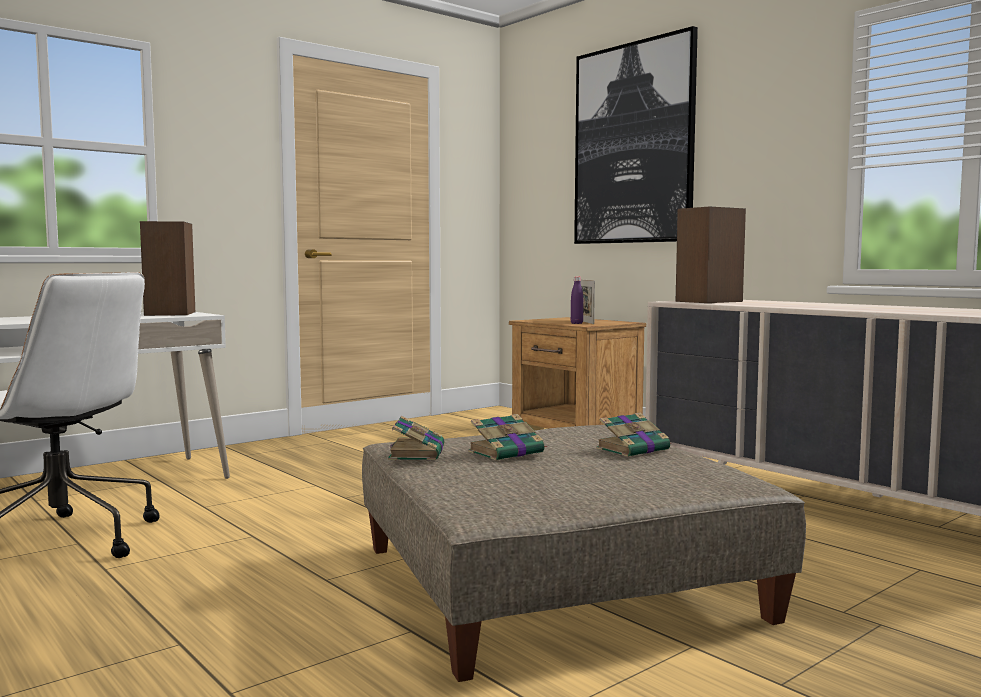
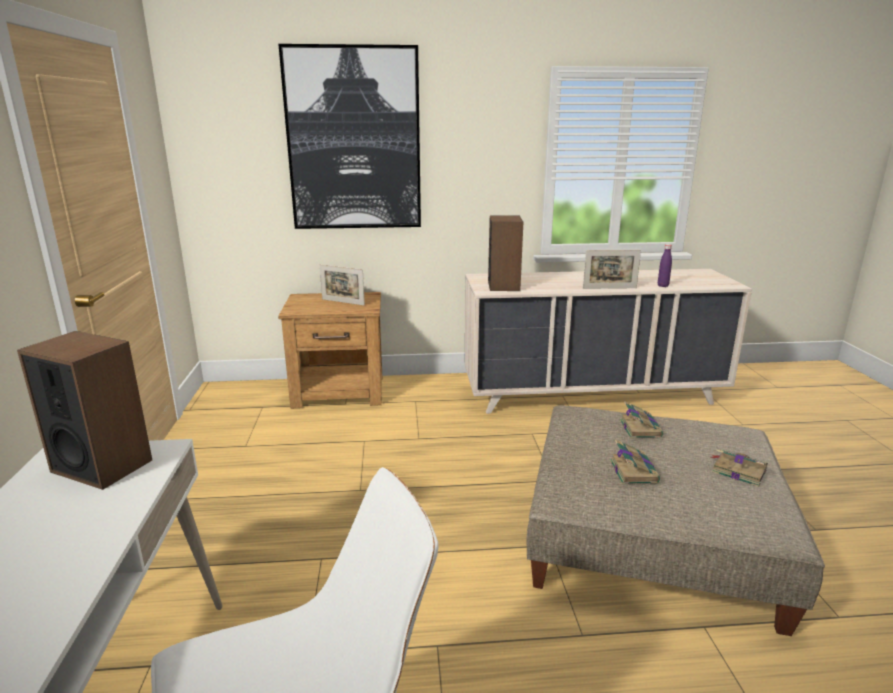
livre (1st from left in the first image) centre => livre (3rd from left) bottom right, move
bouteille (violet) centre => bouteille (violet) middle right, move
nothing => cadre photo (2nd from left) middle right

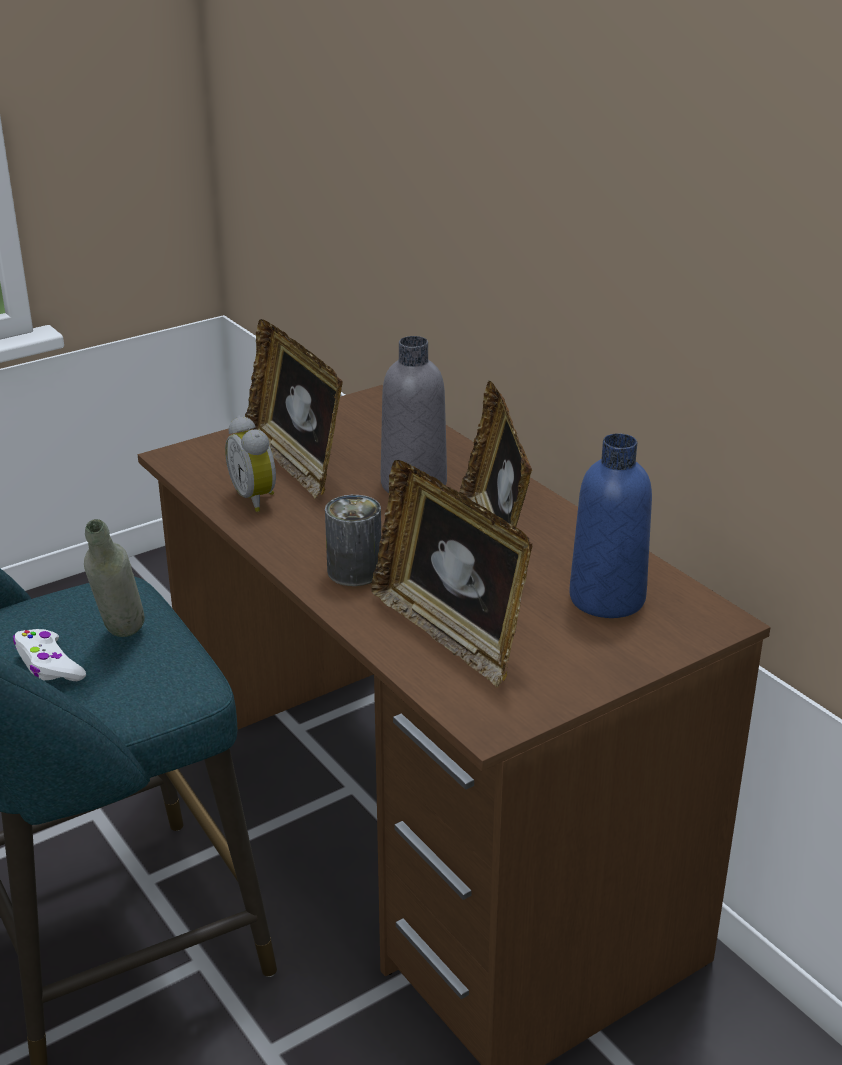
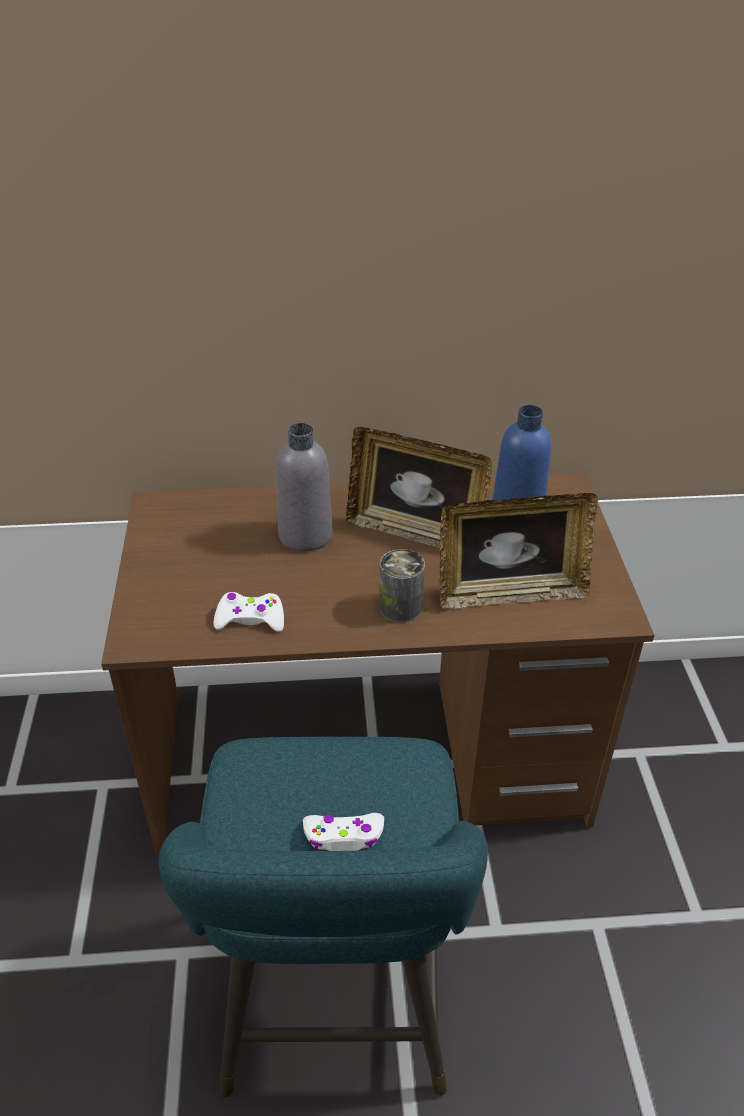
bouteille (gris) (1st from left) middle left => nothing
réveil middle left => manette (blanc) (1st from left) centre
cadre photo (1st from left) centre => nothing

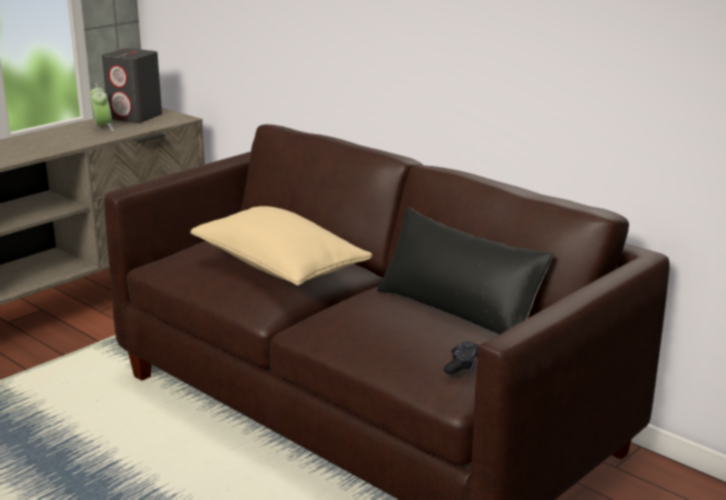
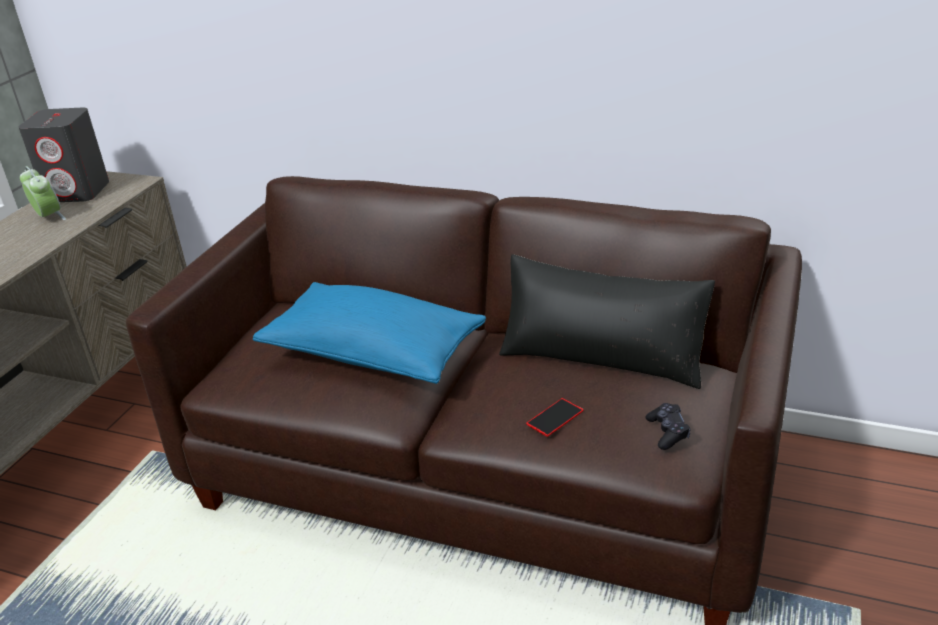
coussin (beige) centre => coussin (bleu) centre
nothing => téléphone bottom centre

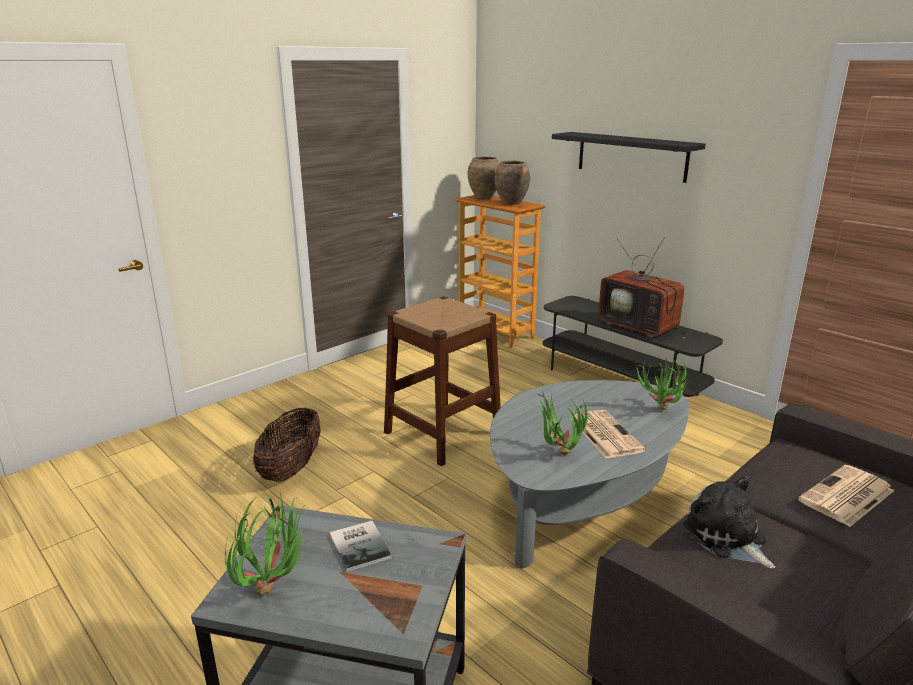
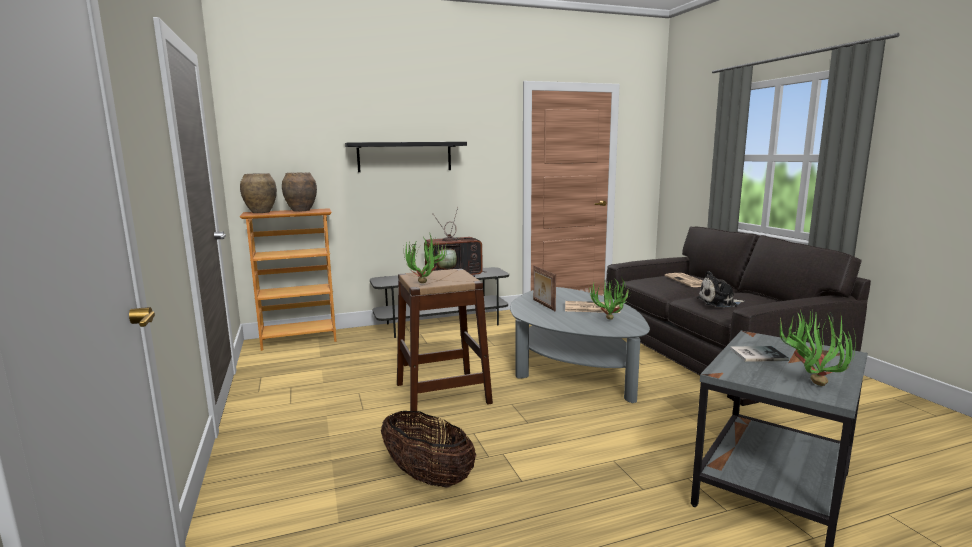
plante en pot (3rd from left in the first image) middle right => plante en pot (1st from left) centre, move
nothing => cadre photo centre

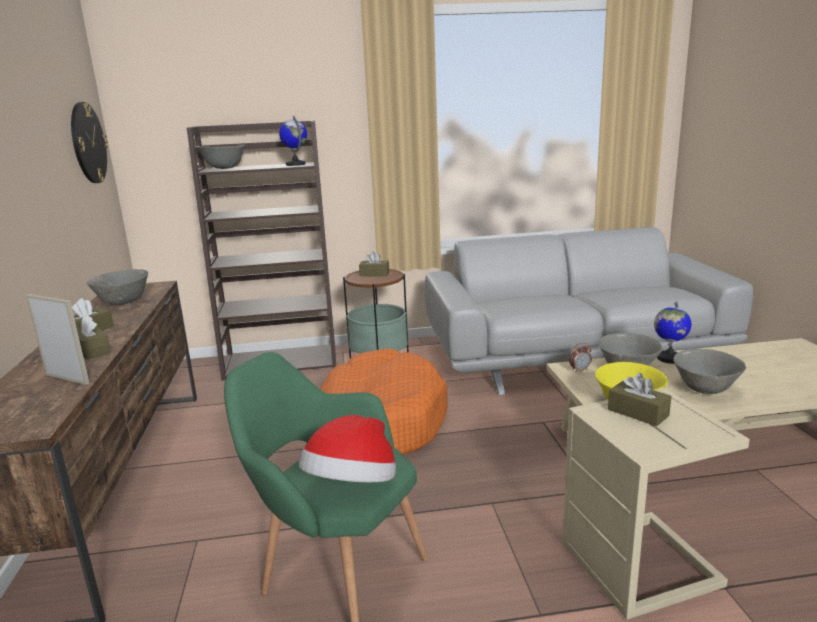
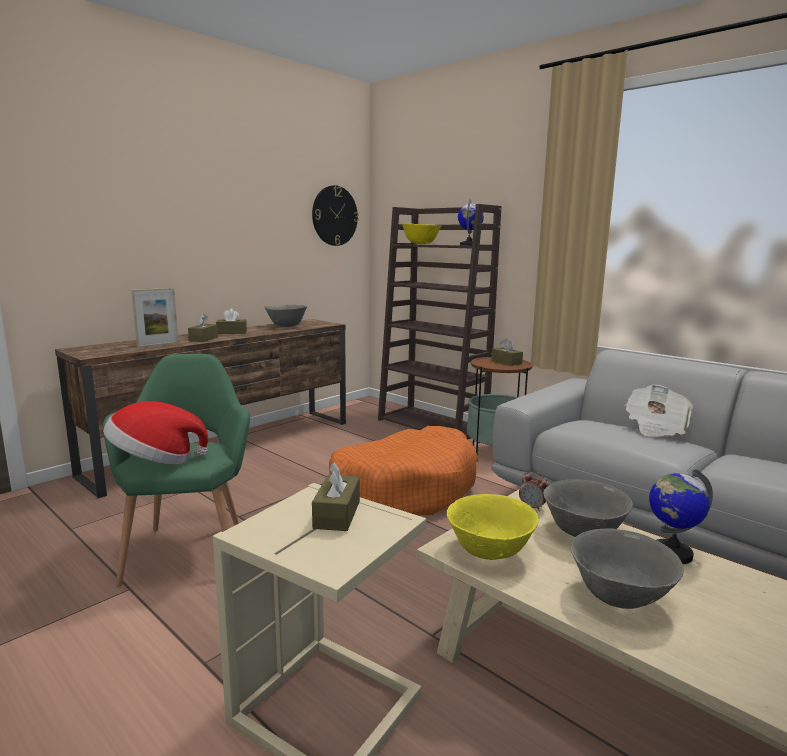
cadre photo middle left, 60 degrees clockwise
bol (gris) (2nd from left) top left => bol (jaune) (1st from left) top centre
nothing => journal middle right

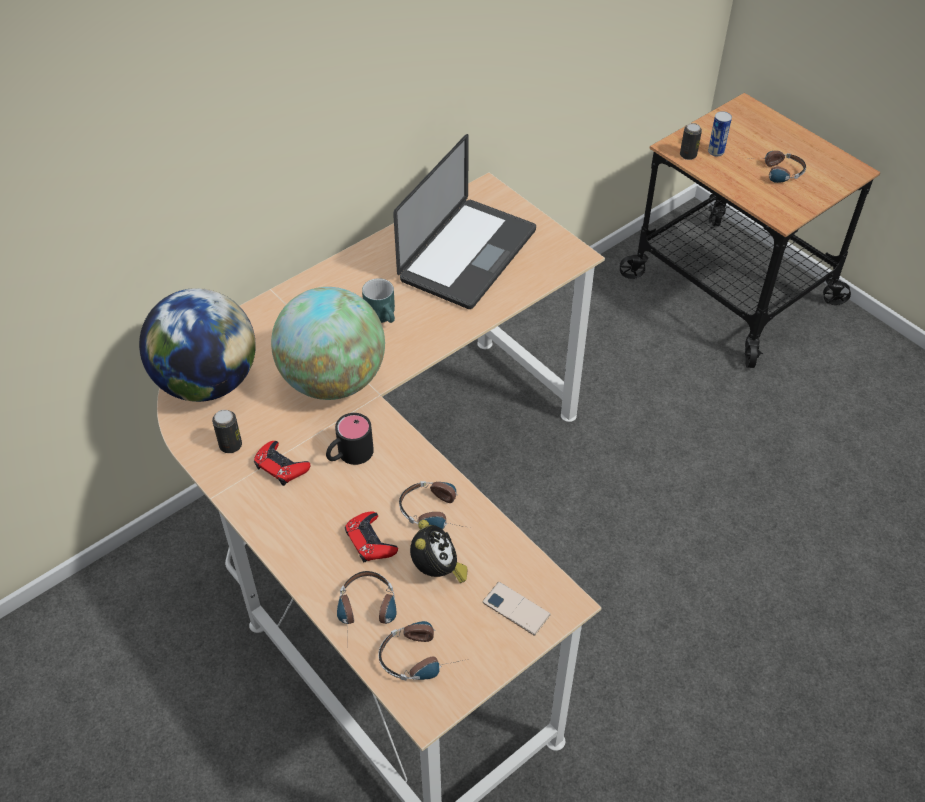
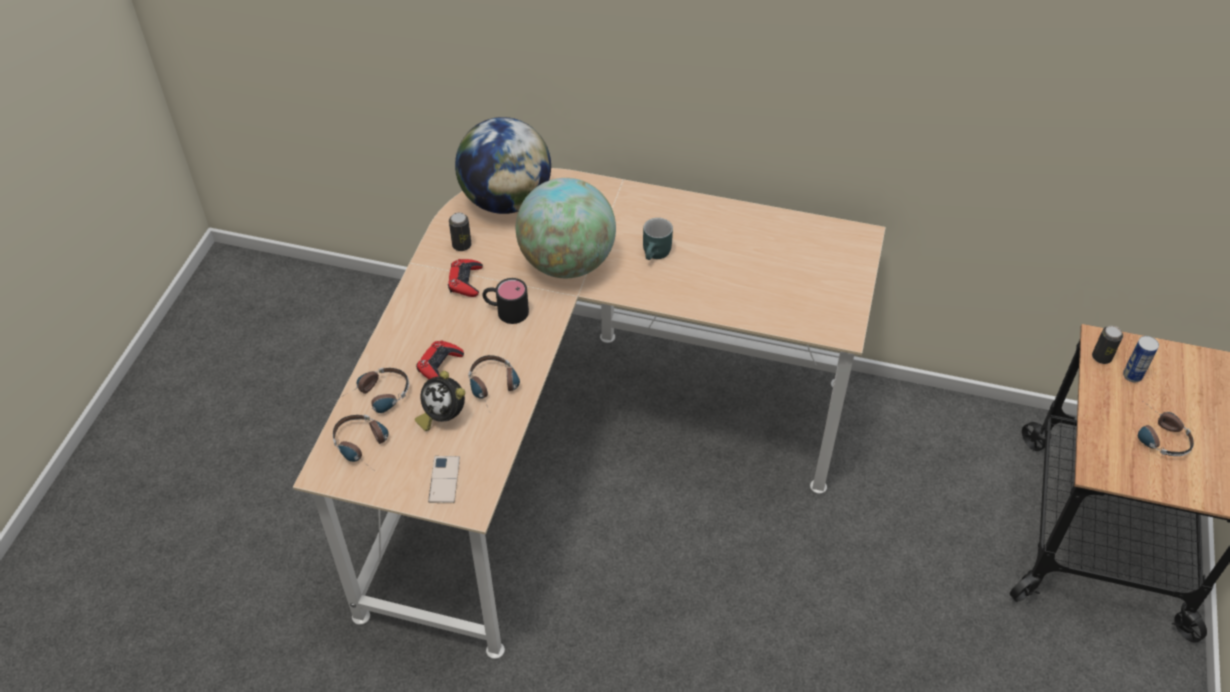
ordinateur portable top centre => nothing
réveil bottom centre => réveil centre, 75 degrees clockwise

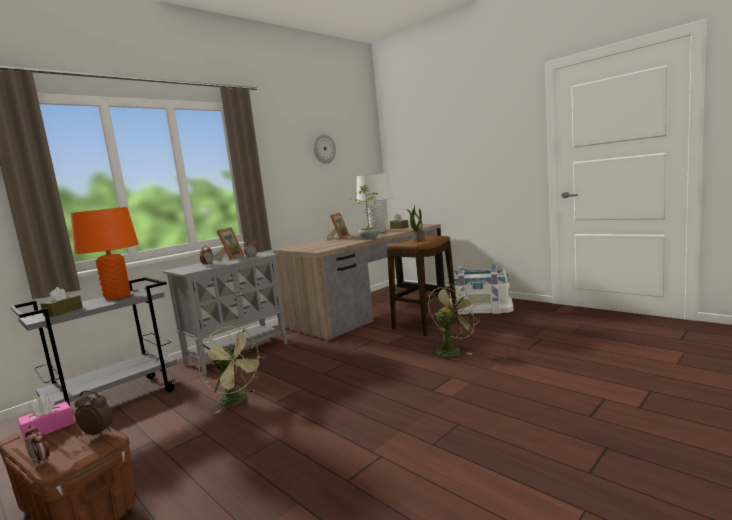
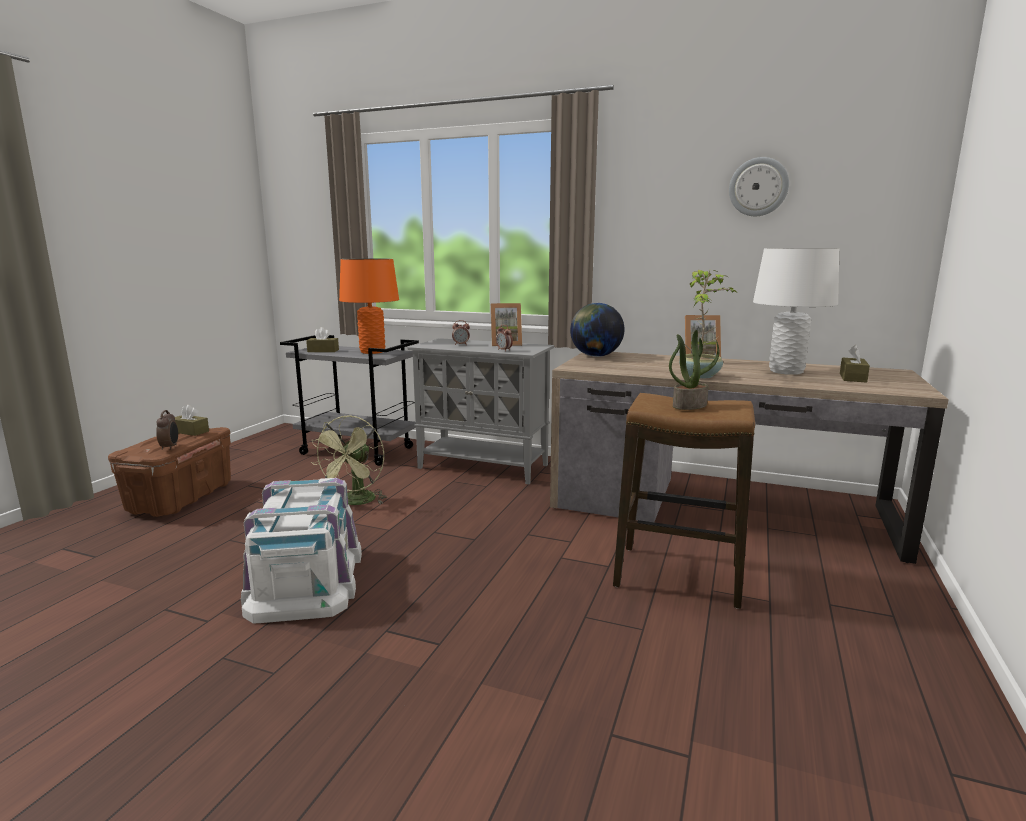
boîte à mouchoirs (rose) bottom left => boîte à mouchoirs (marron) (1st from left) middle left
réveil (1st from left) bottom left => nothing
ventilateur (vert) (2nd from left) centre => nothing
boîte de rangement (blanc) centre => boîte de rangement (blanc) bottom left, move
nothing => globe centre

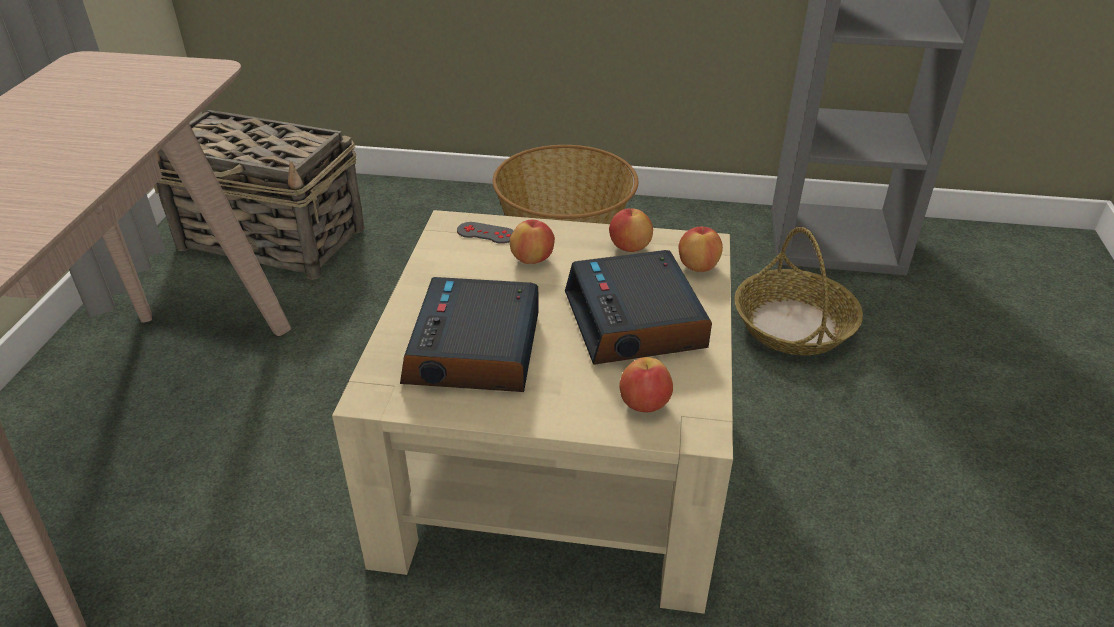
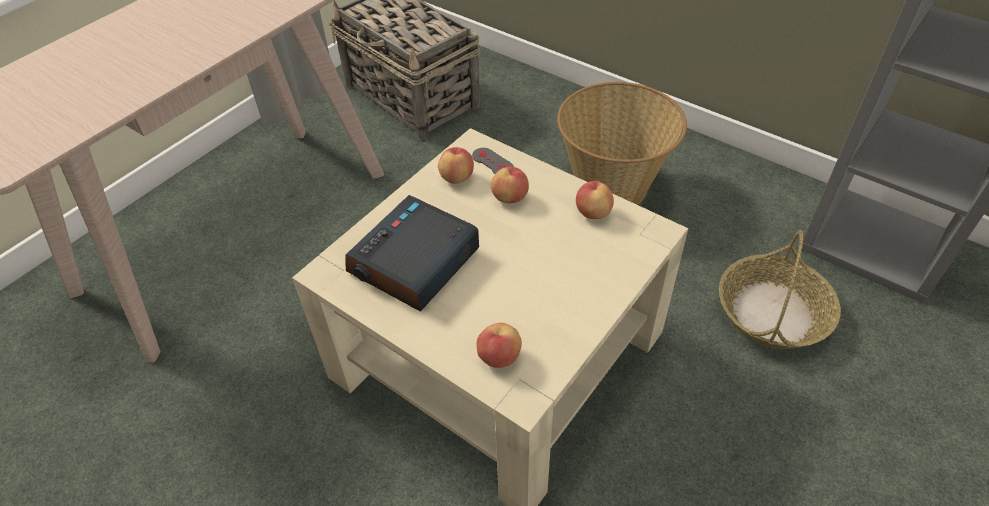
réveil (2nd from left) centre => nothing
pomme (4th from left in the first image) centre => pomme (1st from left) top centre, move

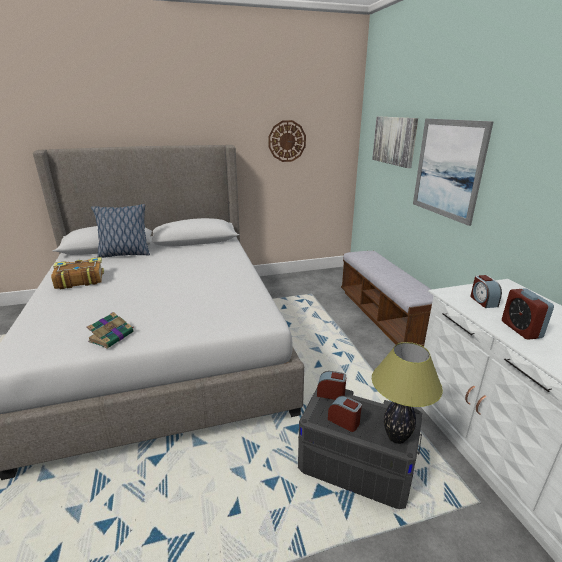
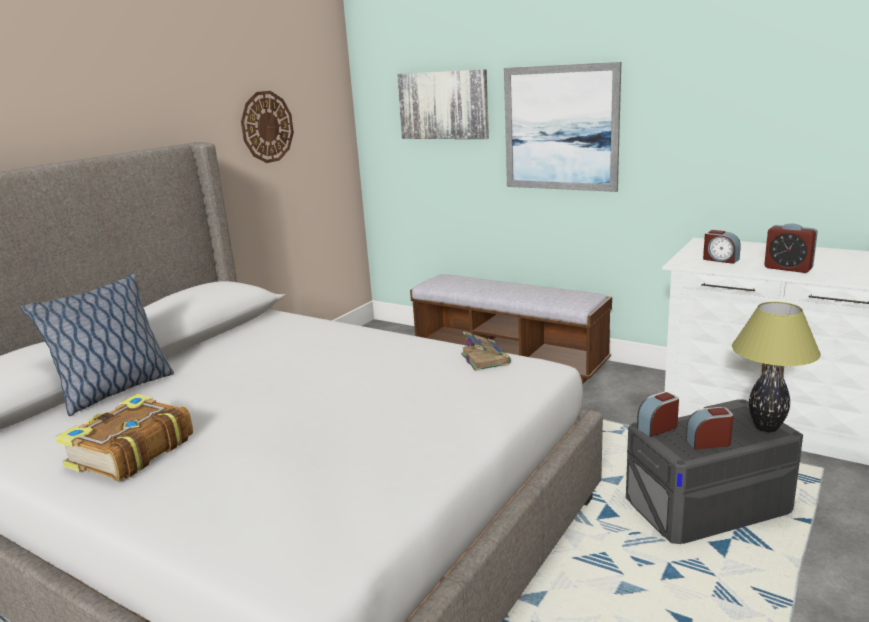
livre (2nd from left) middle left => livre (2nd from left) centre, move

